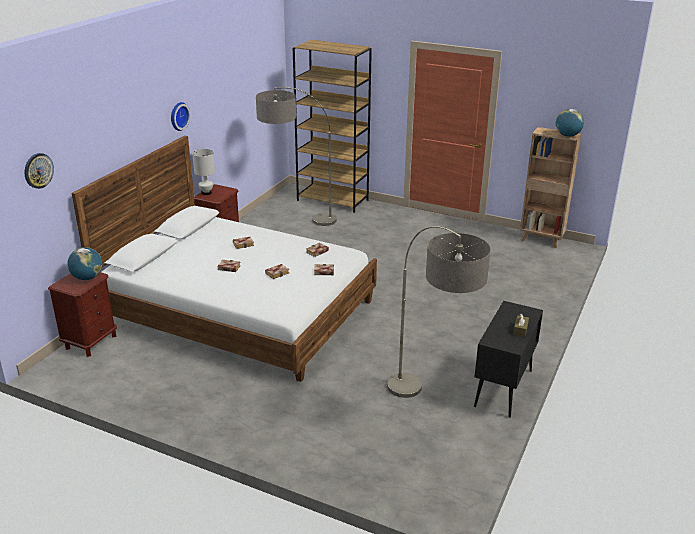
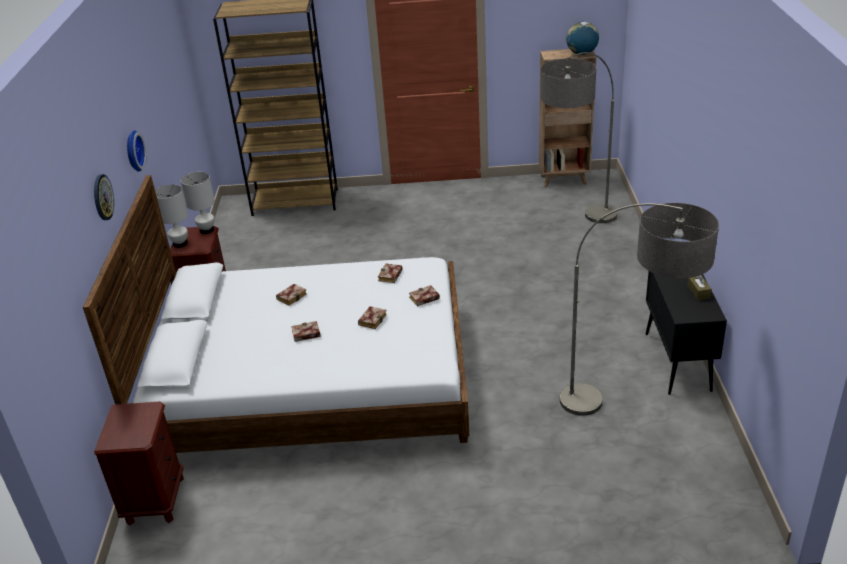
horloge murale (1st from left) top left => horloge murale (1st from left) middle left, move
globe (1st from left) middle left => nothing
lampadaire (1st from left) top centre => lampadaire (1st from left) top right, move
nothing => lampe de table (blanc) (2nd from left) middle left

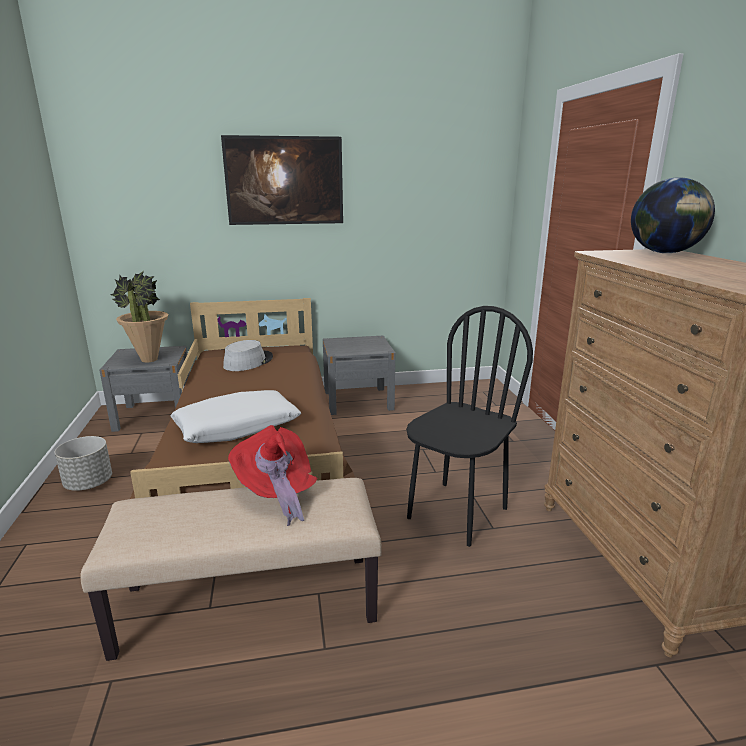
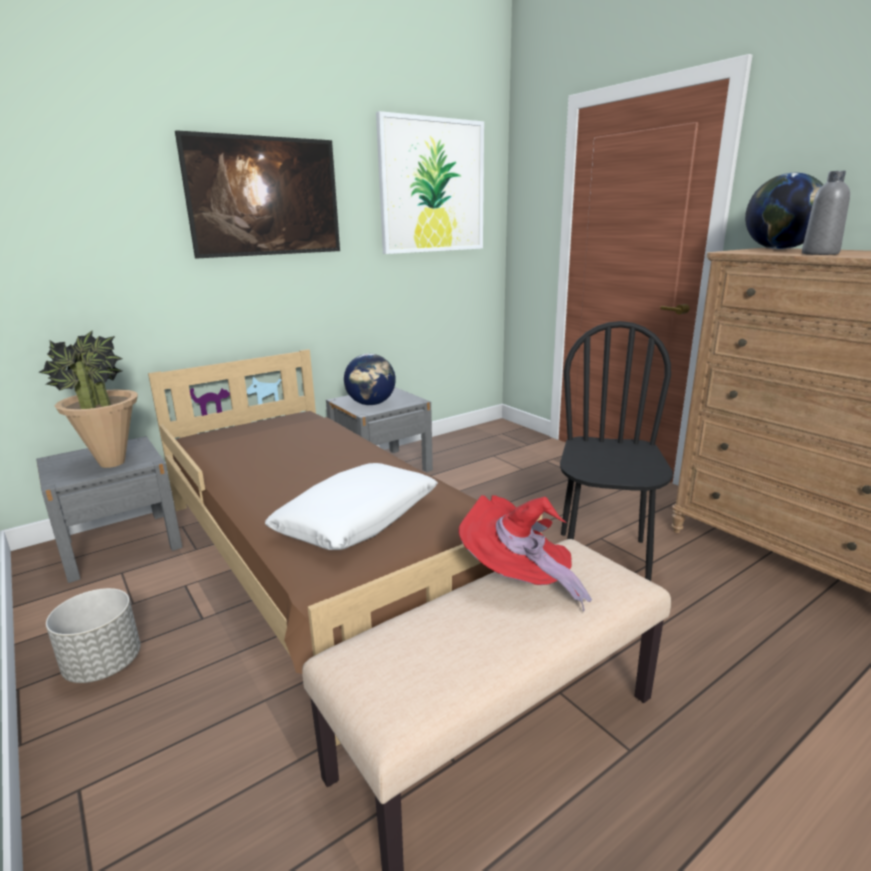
chapeau (gris) middle left => nothing
nothing => globe (1st from left) centre
nothing => tableau (2nd from left) top centre
nothing => bouteille (gris) top right

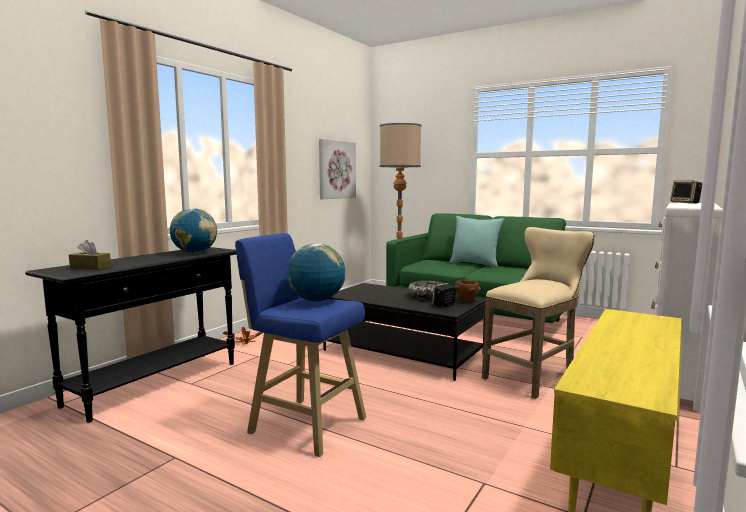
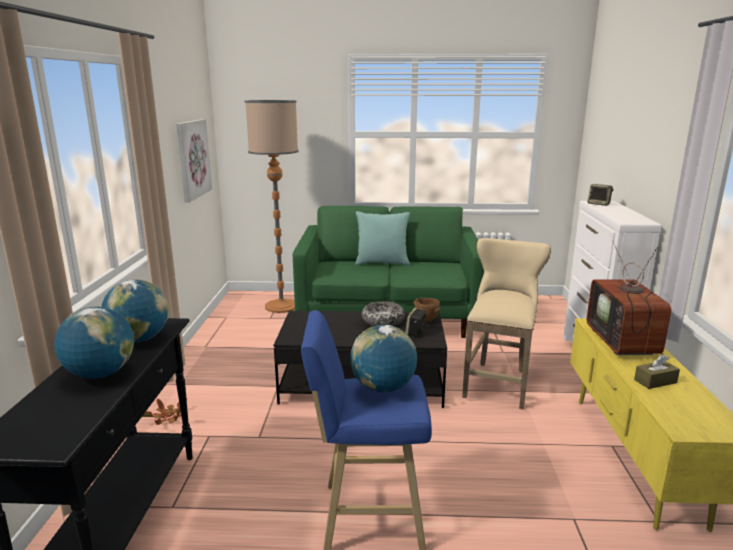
boîte à mouchoirs (marron) middle left => boîte à mouchoirs (marron) bottom right, move
nothing => globe (1st from left) middle left
nothing => téléviseur middle right

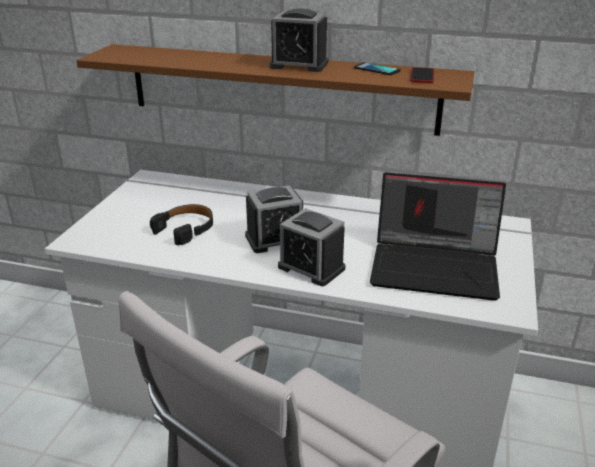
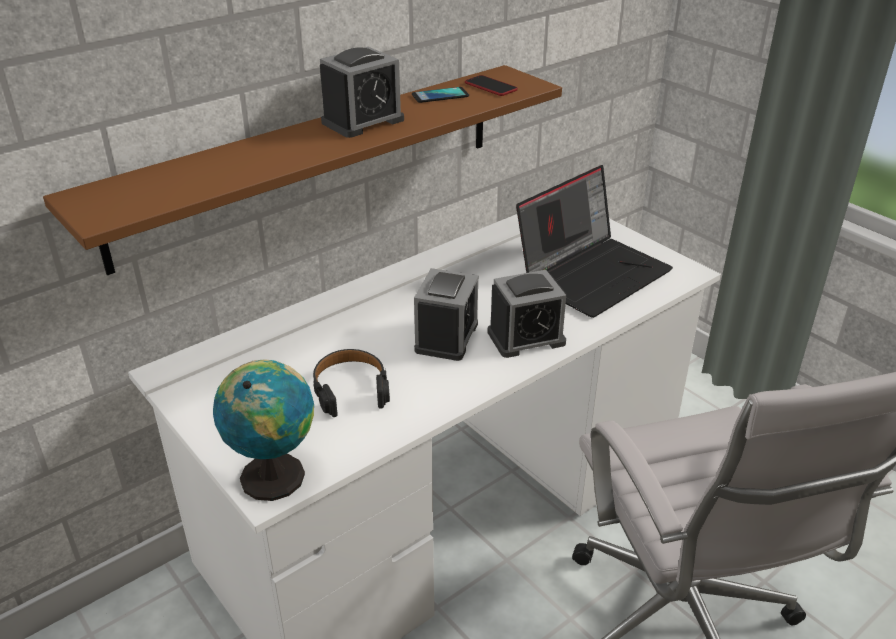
nothing => globe bottom left

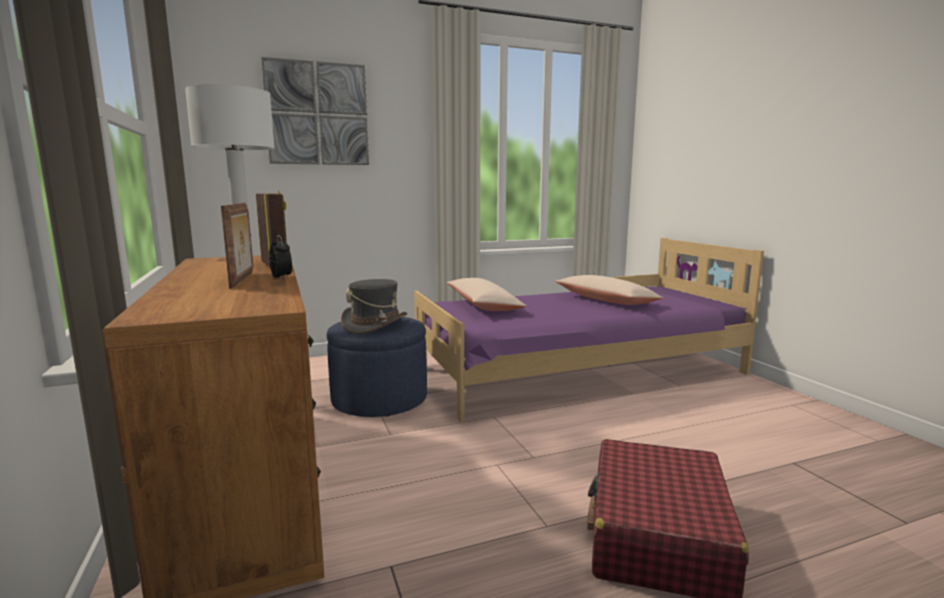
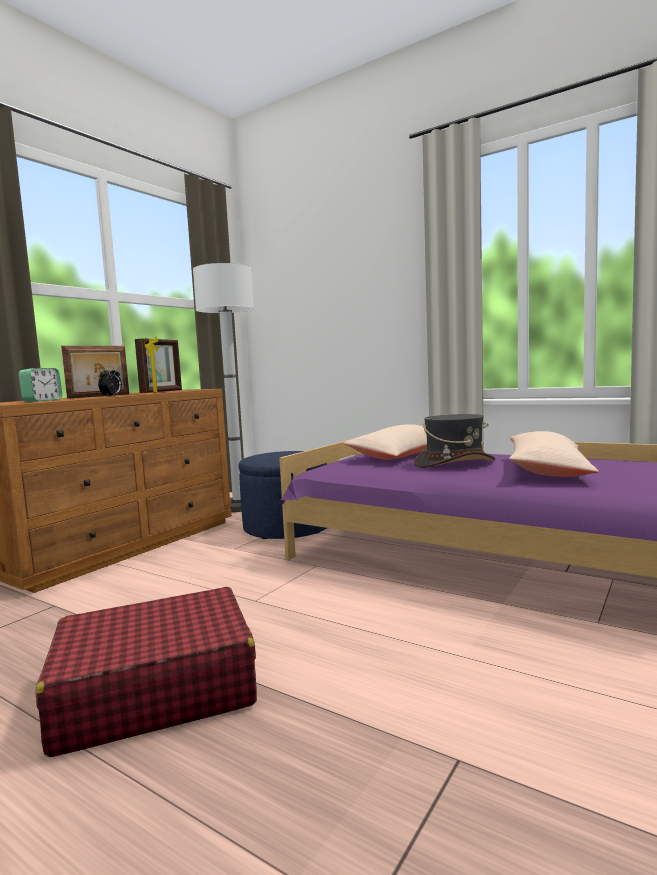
tableau top centre => nothing
chapeau (gris) centre => chapeau (gris) middle right, move
nothing => réveil (1st from left) middle left

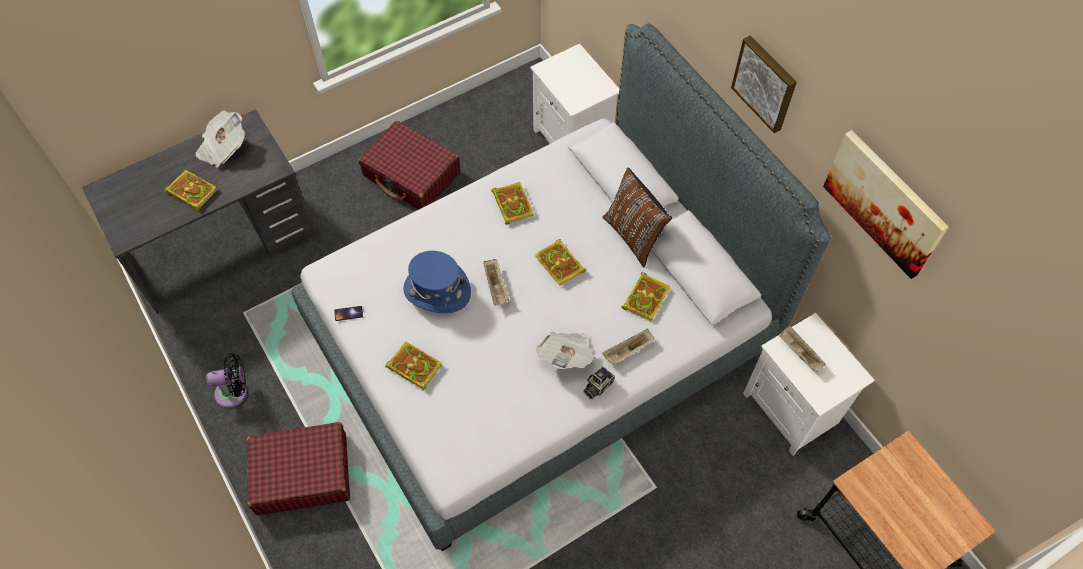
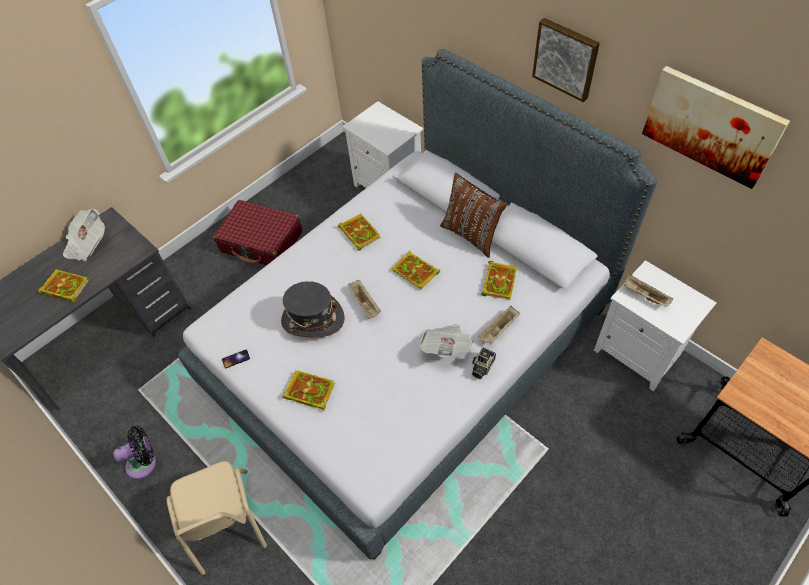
valise (rouge) (1st from left) bottom left => chaise (beige) bottom left
chapeau (bleu) centre => chapeau (gris) centre

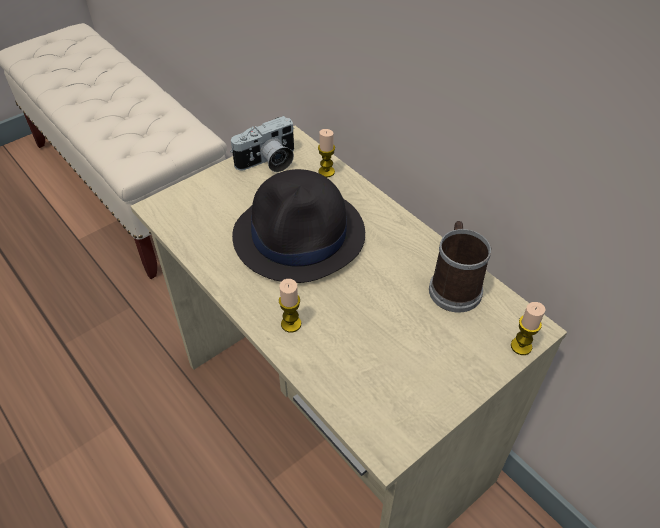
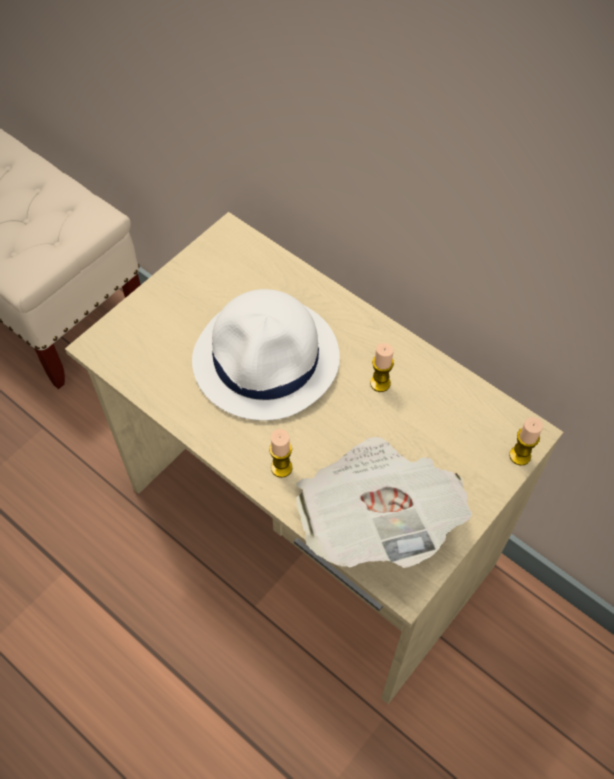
appareil photo top centre => nothing
chapeau (noir) centre => chapeau (blanc) centre
bougie (2nd from left) top centre => bougie (2nd from left) centre, move
mug middle right => nothing
nothing => journal centre

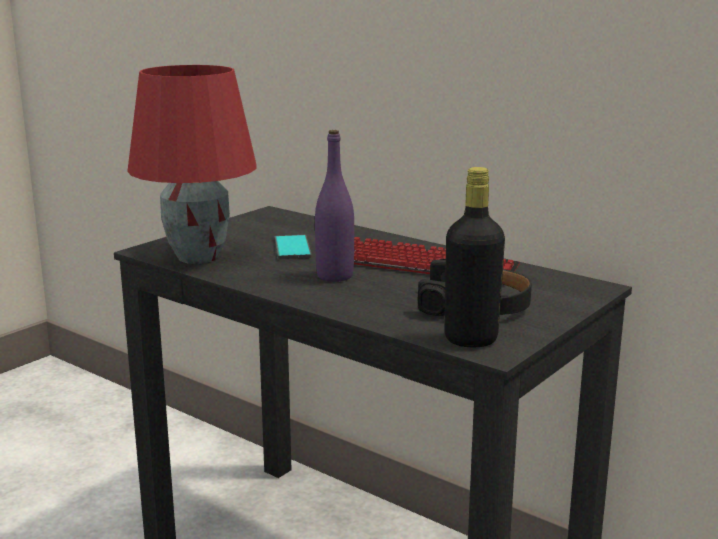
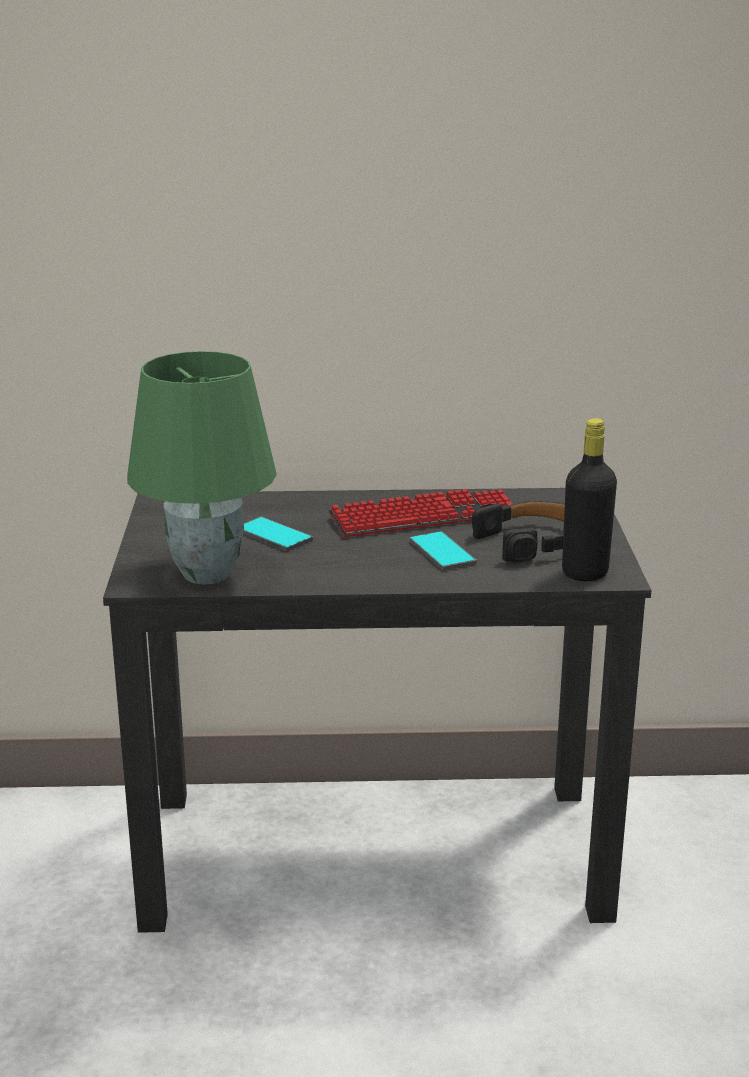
lampe de table (rouge) top left => lampe de table (vert) middle left
bouteille (violet) centre => nothing
nothing => téléphone (2nd from left) centre

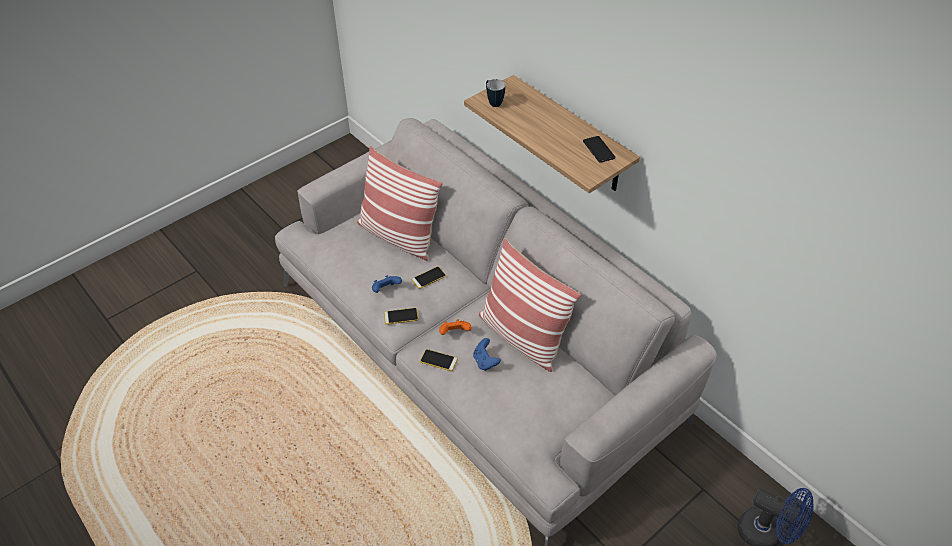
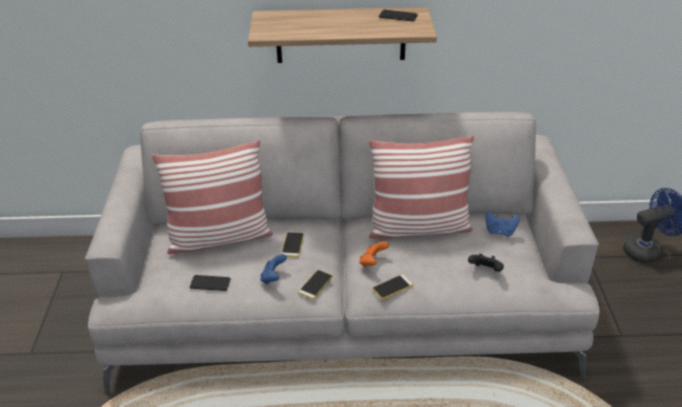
manette (bleu) (2nd from left) centre => manette (bleu) (2nd from left) middle right, move
mug top centre => nothing
nothing => téléphone (1st from left) bottom left
nothing => manette (noir) middle right

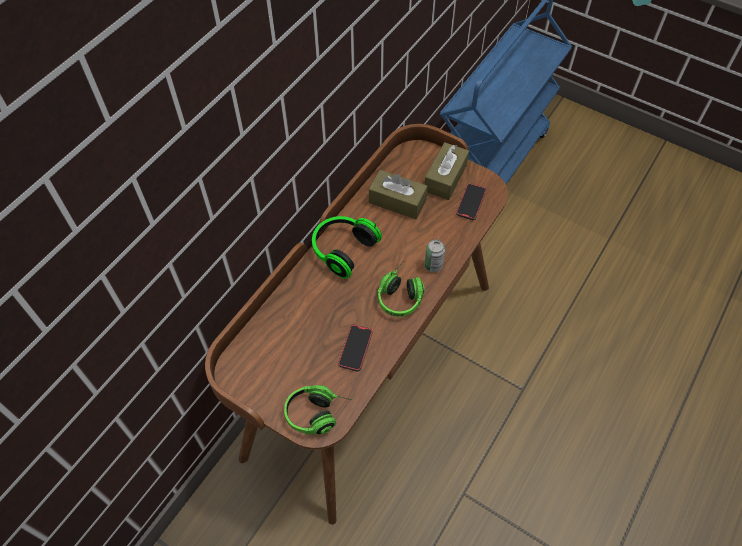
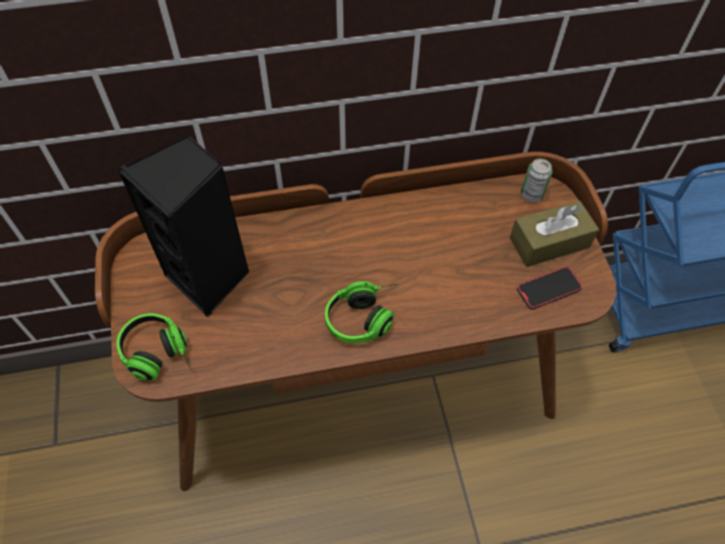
casque audio (2nd from left) centre => nothing
téléphone (1st from left) centre => nothing
boîte à mouchoirs (marron) (1st from left) centre => nothing
boîte métallique centre => boîte métallique top right, move
nothing => enceinte (noir) middle left

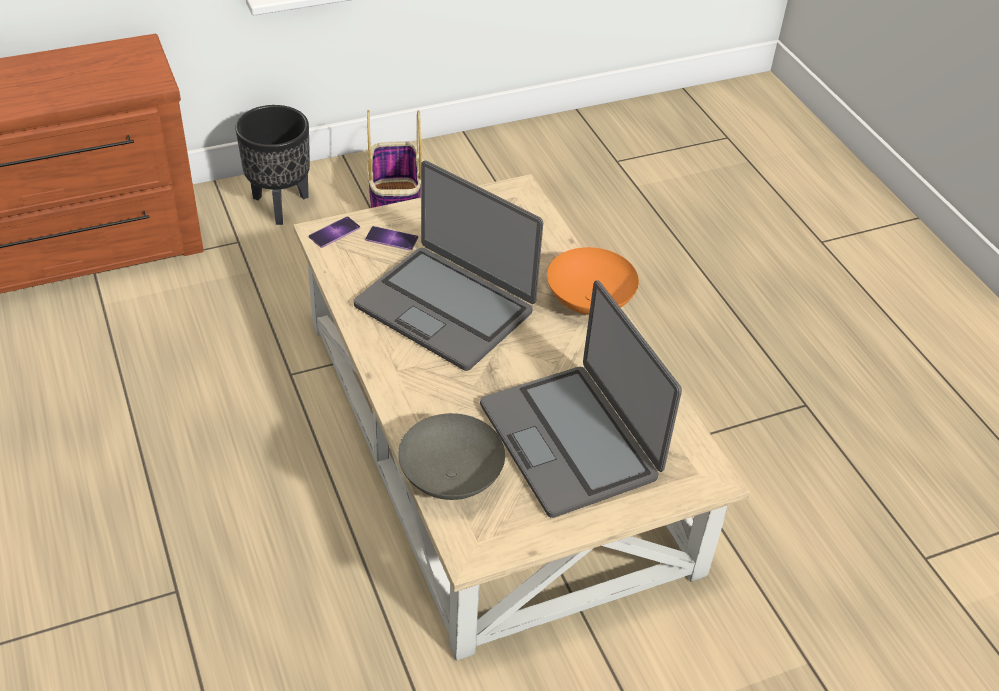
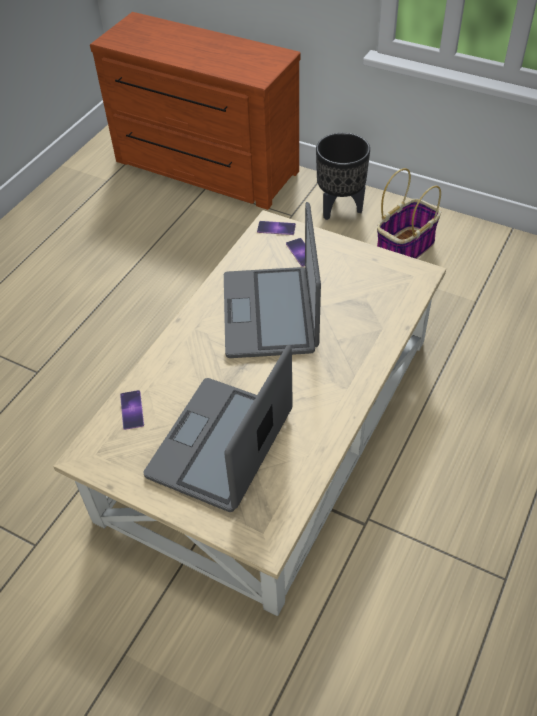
bol (gris) centre => téléphone (1st from left) middle left
bol (orange) centre => nothing

